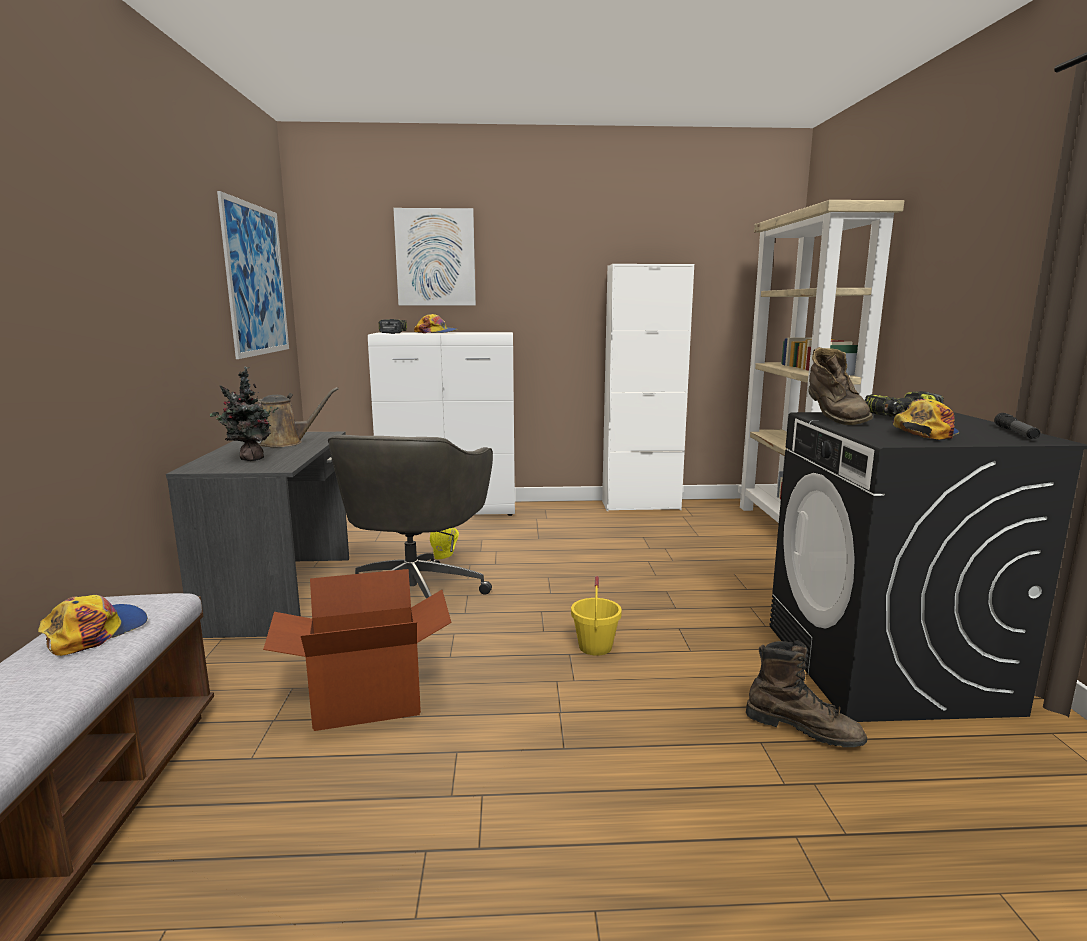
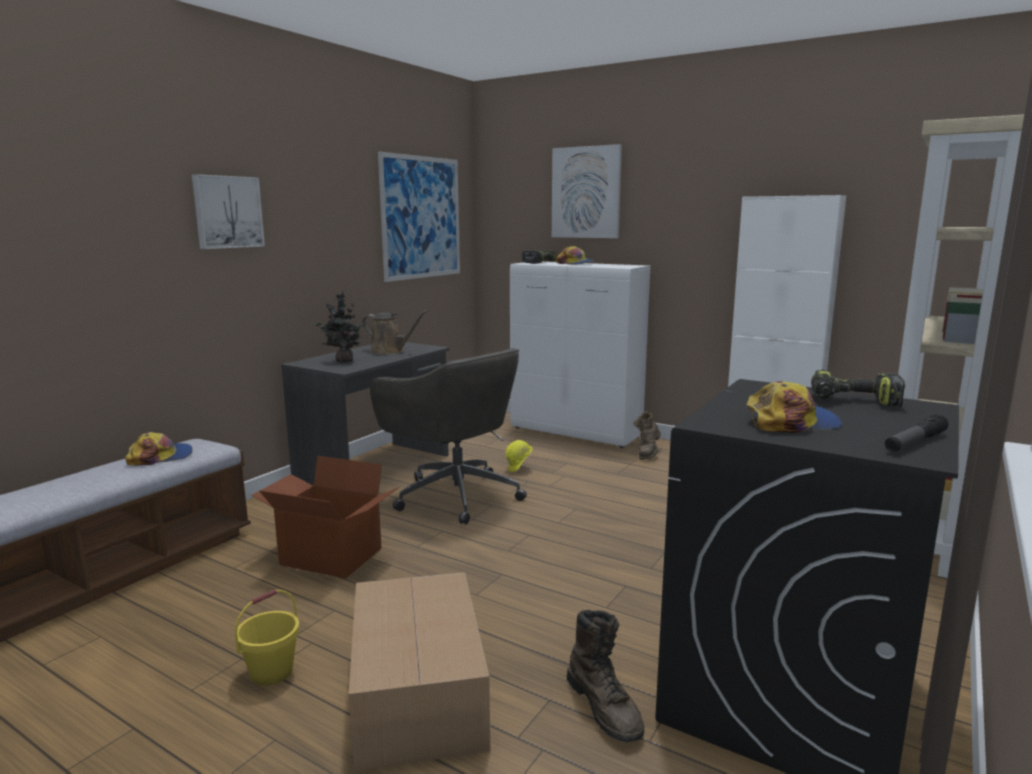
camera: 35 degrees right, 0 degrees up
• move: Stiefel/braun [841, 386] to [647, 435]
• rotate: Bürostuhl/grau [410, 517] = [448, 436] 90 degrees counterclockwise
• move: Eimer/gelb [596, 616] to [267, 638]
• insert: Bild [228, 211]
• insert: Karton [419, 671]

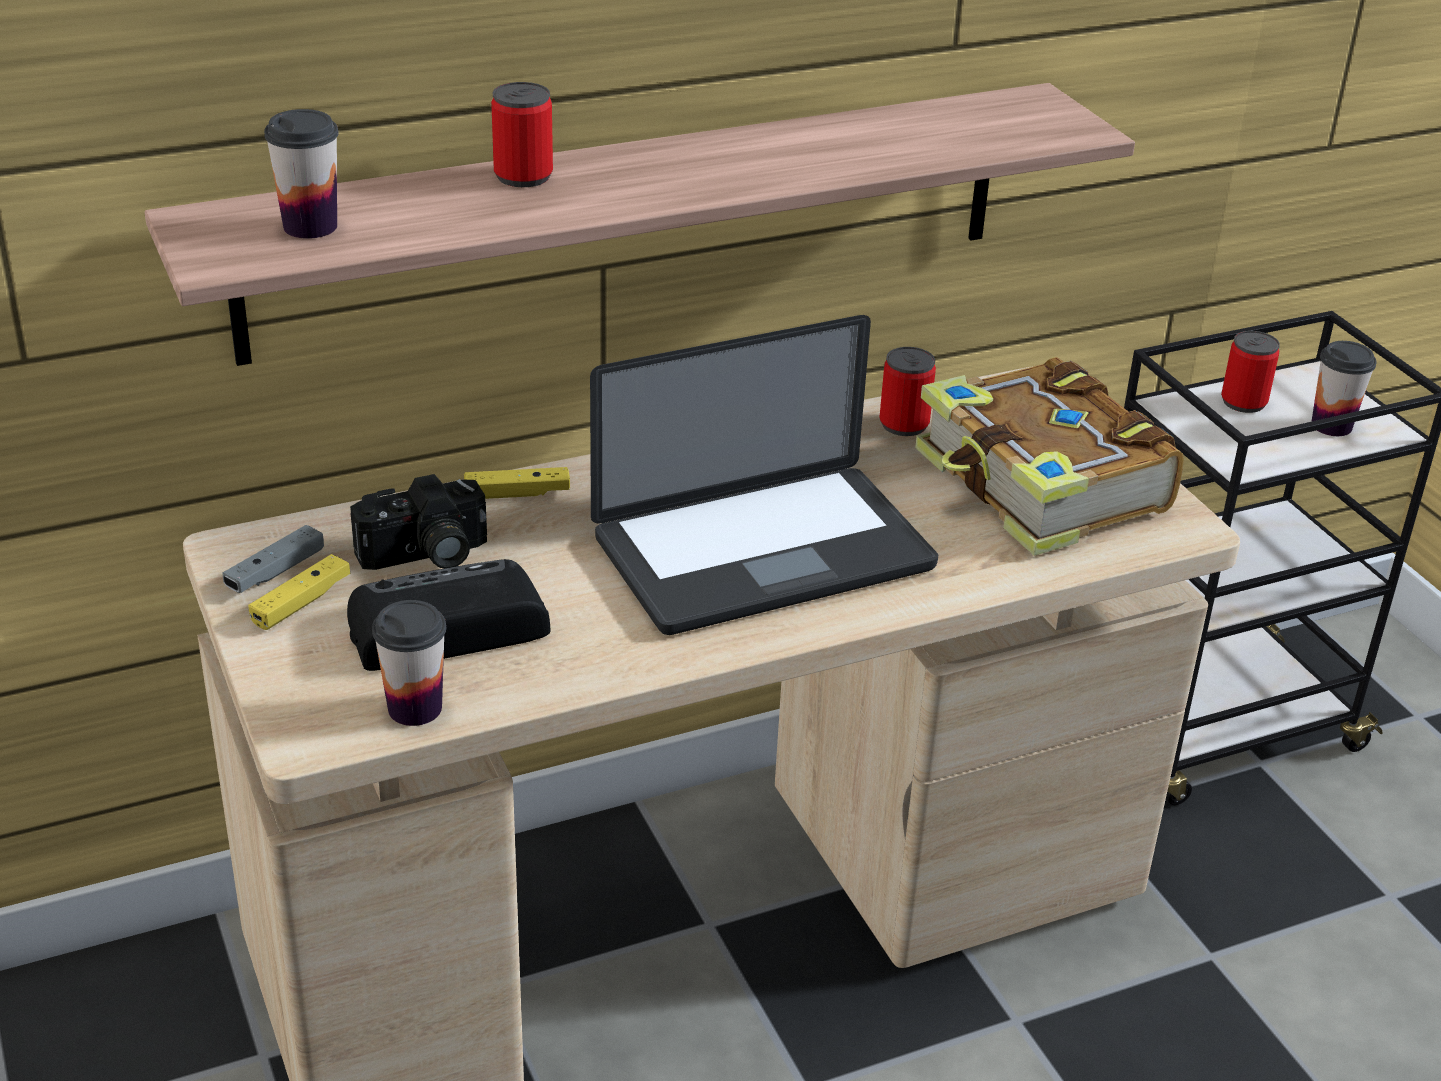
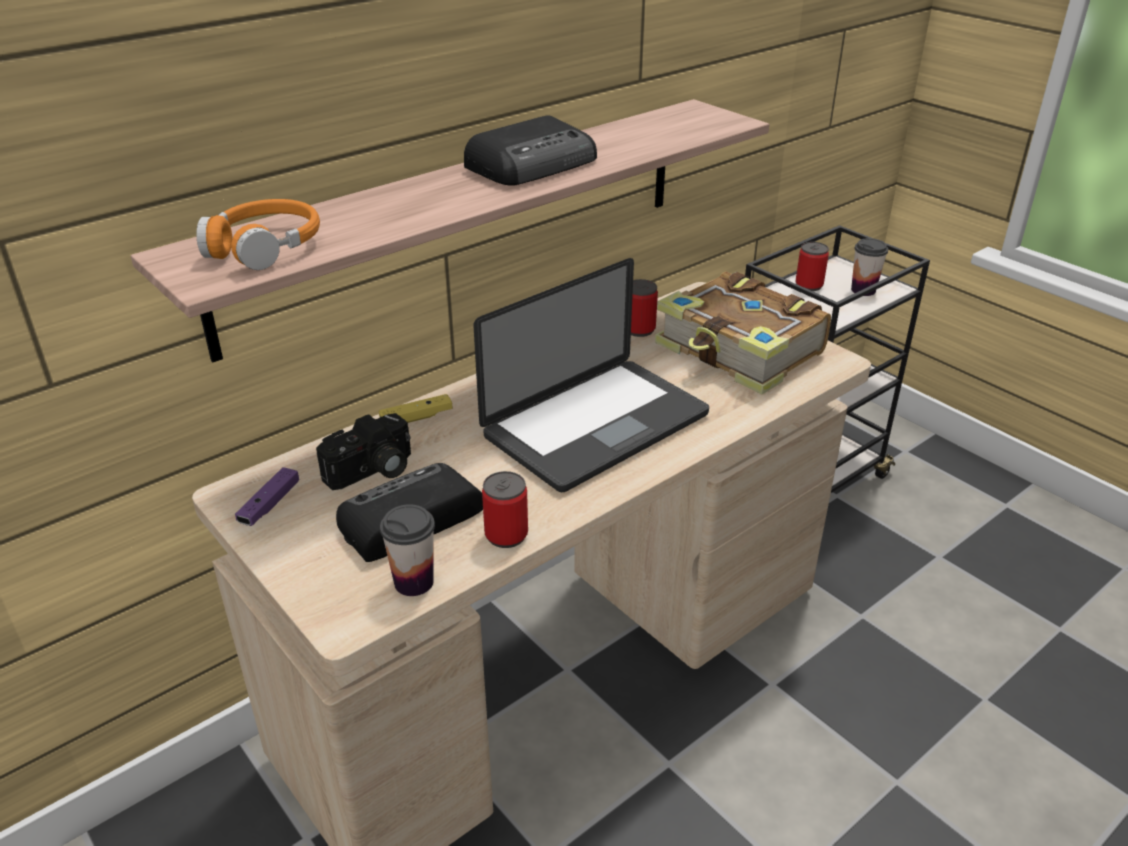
camera: 15 degrees left, 0 degrees up
• move: Dose [522, 134] to [505, 509]
• replace: Tasse [301, 174] to Kopfhörer/orange [258, 234]
• recolor: Gamepad/grau [273, 559] to Gamepad/lila [267, 496]
• delete: Gamepad/gelb [299, 592]
• insert: Radio [530, 150]

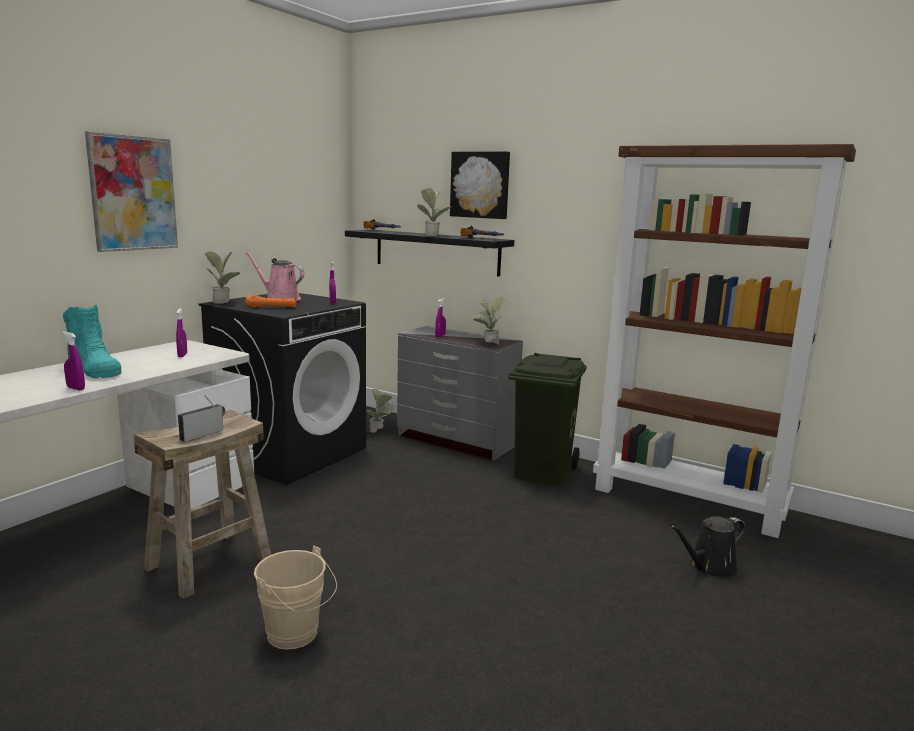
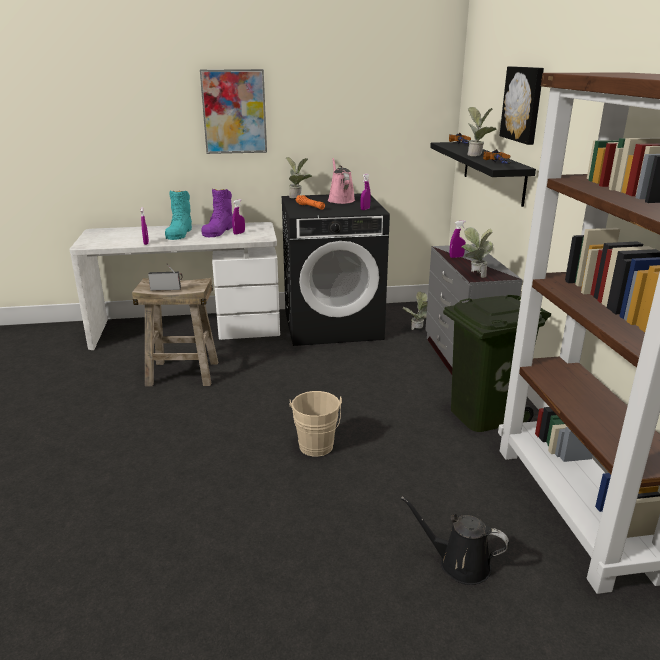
camera: 50 degrees right, 10 degrees up
• move: Eimer/beige [295, 598] to [316, 424]
• insert: Stiefel/lila [217, 213]

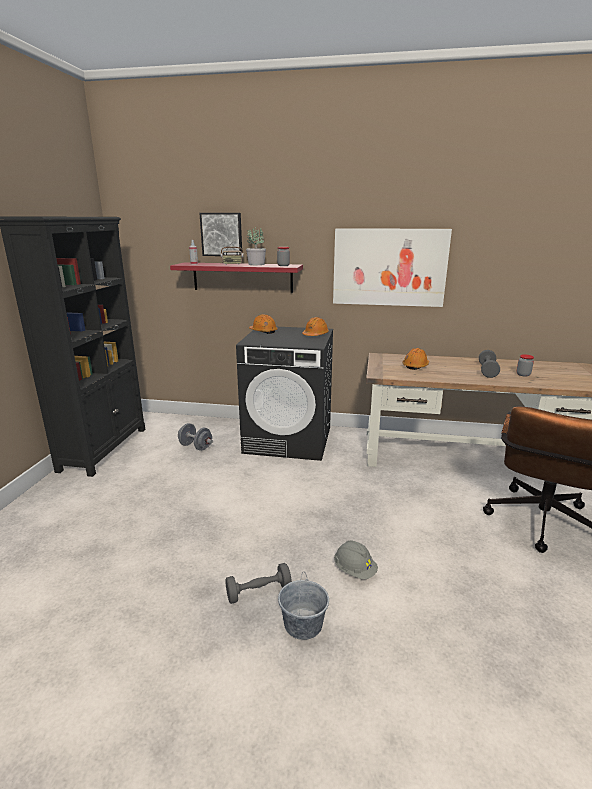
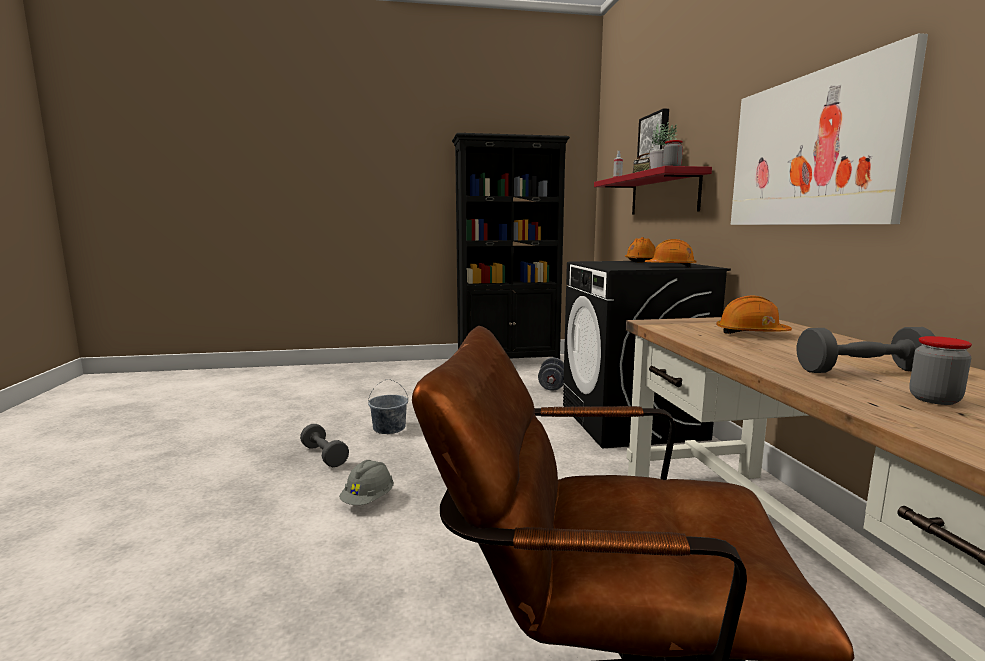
camera: 70 degrees right, 10 degrees down
• move: Eimer/grau [303, 605] to [388, 406]

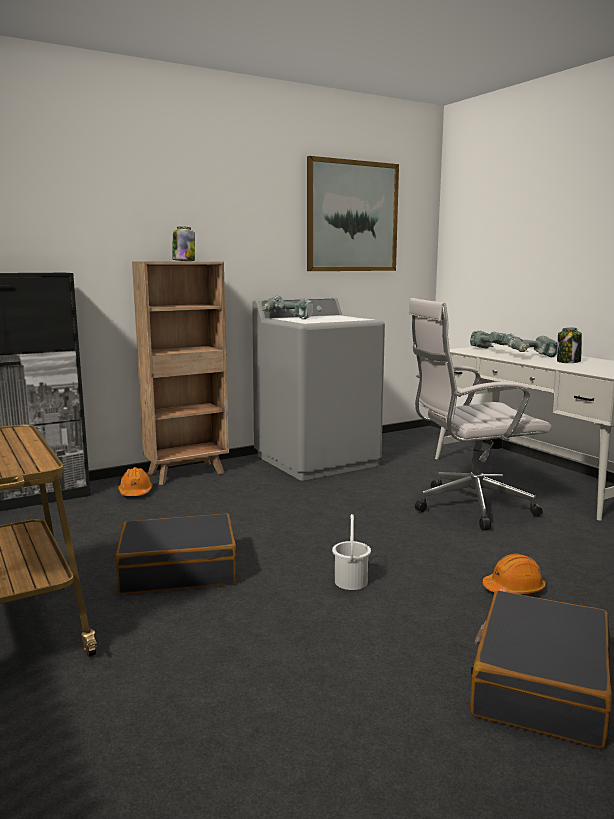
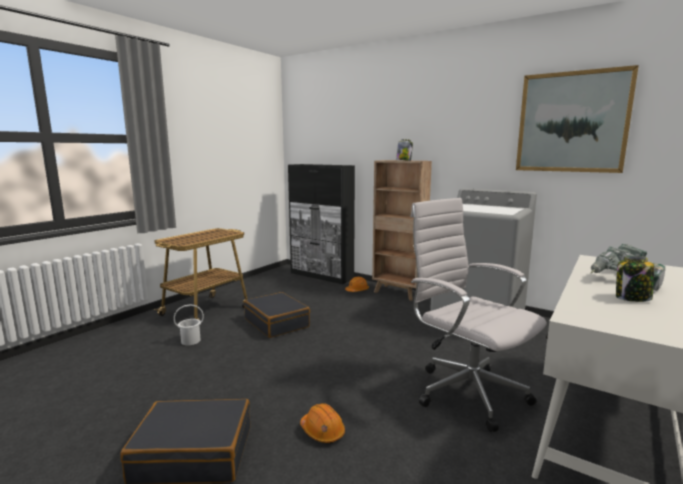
camera: 65 degrees right, 0 degrees up
• delete: Bohrmaschine [287, 307]
• move: Eimer/weiß [351, 552] to [189, 325]

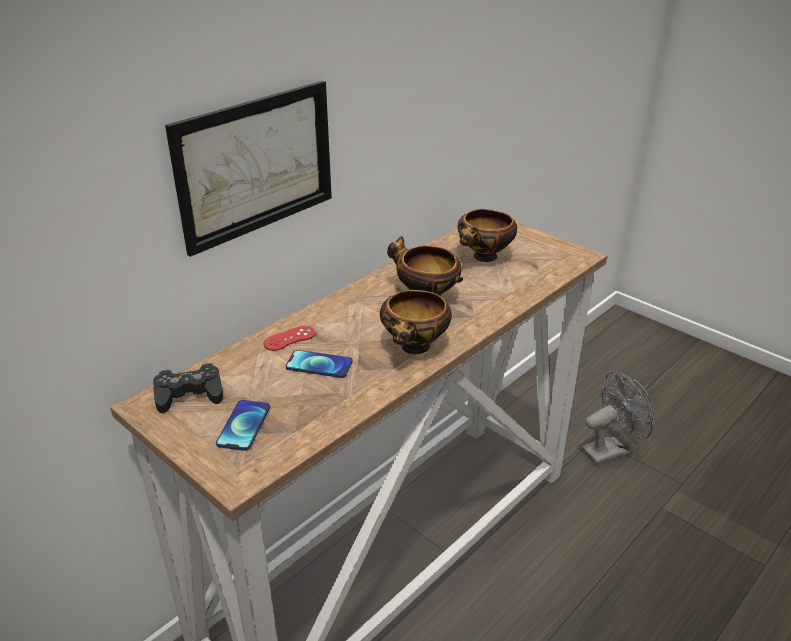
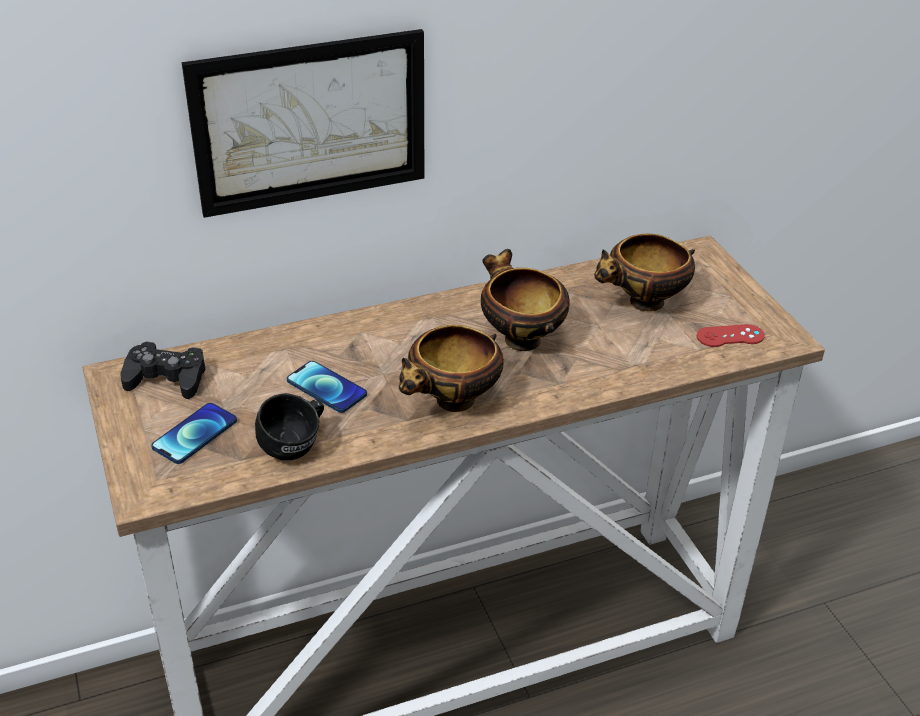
camera: 25 degrees right, 5 degrees up
• move: Gamepad/rot [289, 338] to [731, 335]
• delete: Ventilator/grau [618, 418]
• insert: Henkelbecher/schwarz [289, 426]

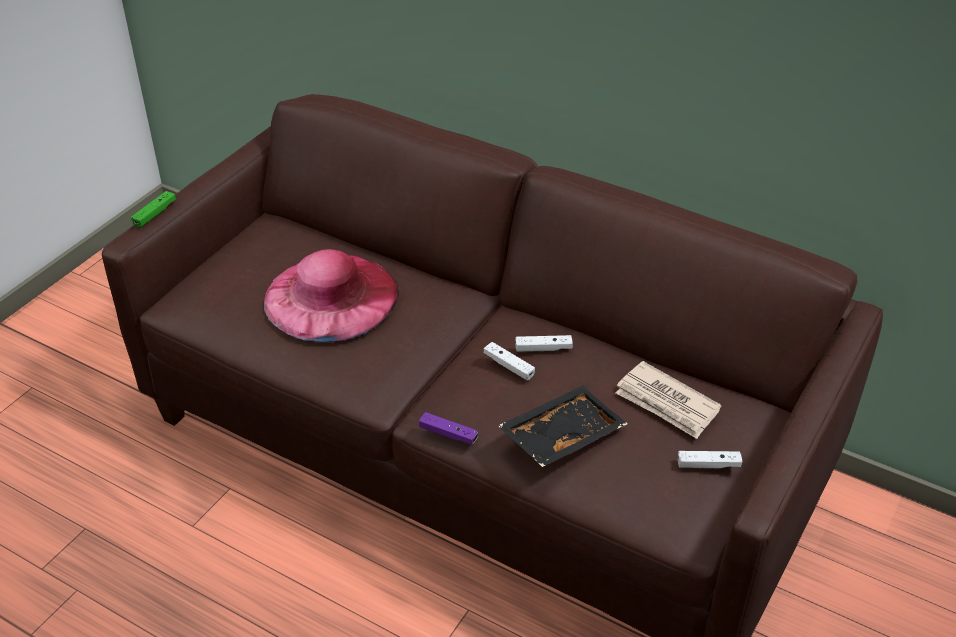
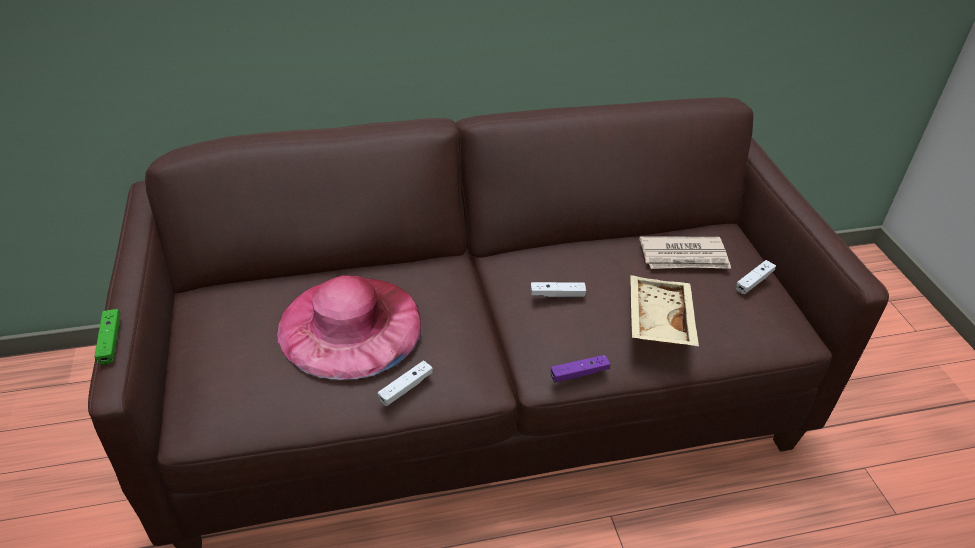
camera: 45 degrees left, 0 degrees up
• move: Gamepad/weiß [544, 343] to [405, 383]
• recolor: Tablett/schwarz [562, 426] to Tablett/beige [665, 310]

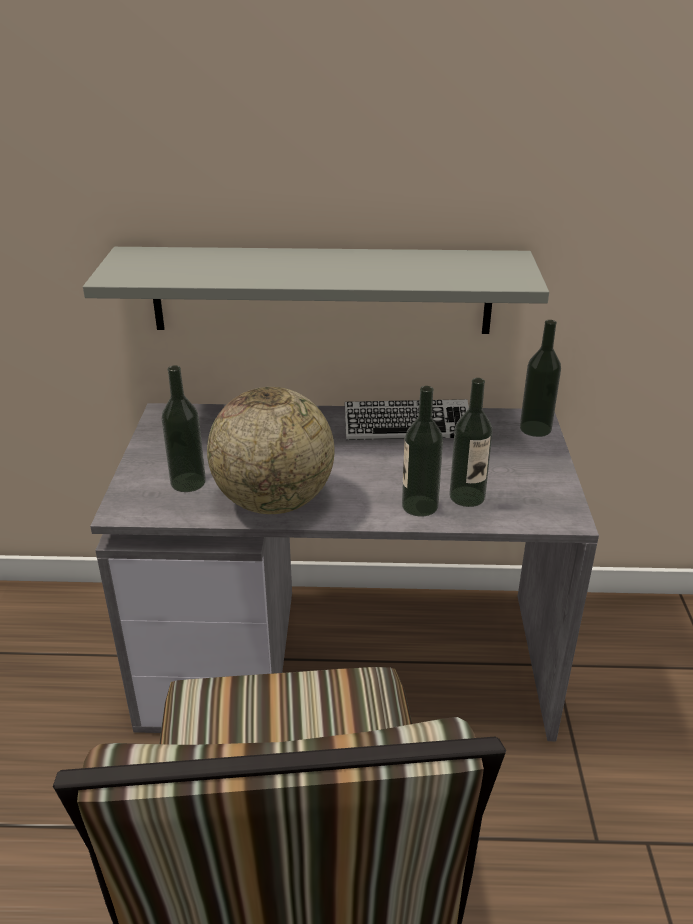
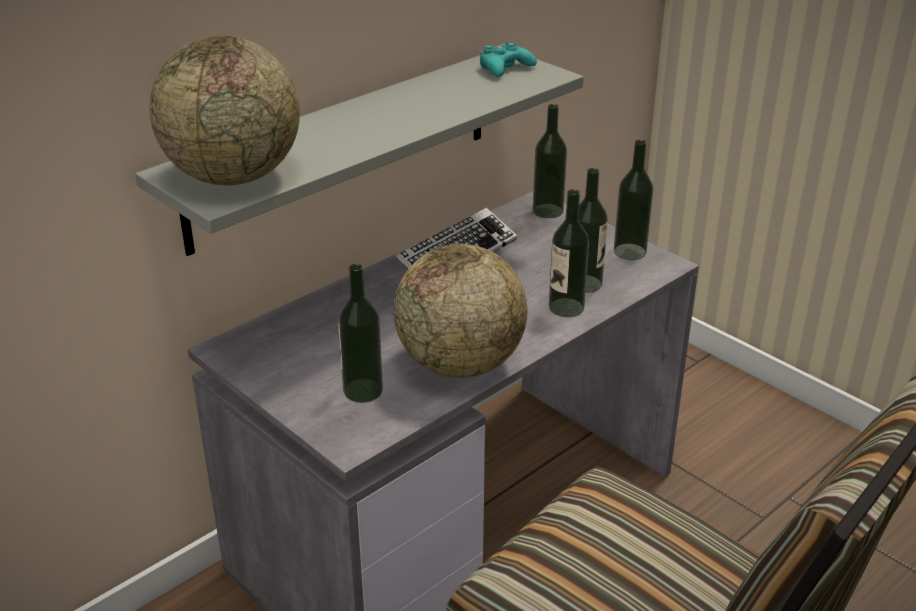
camera: 45 degrees left, 0 degrees up
• insert: Globus [225, 110]
• insert: Gamepad/türkis [508, 60]
• insert: Flasche [633, 200]

